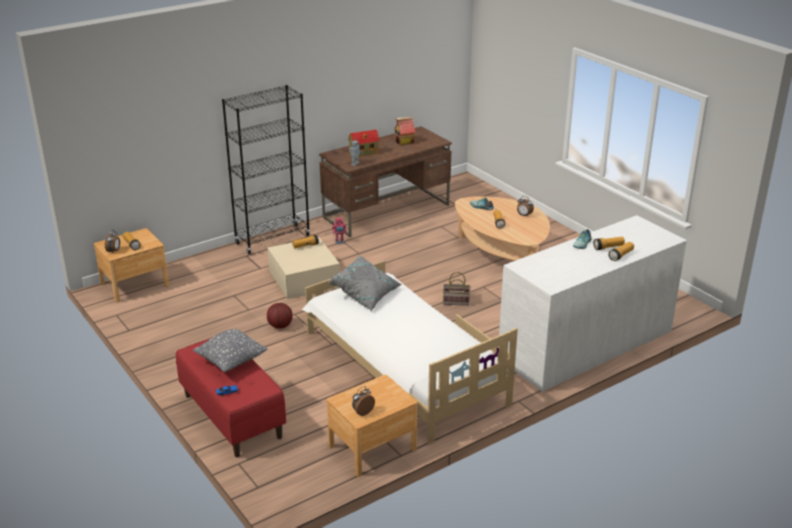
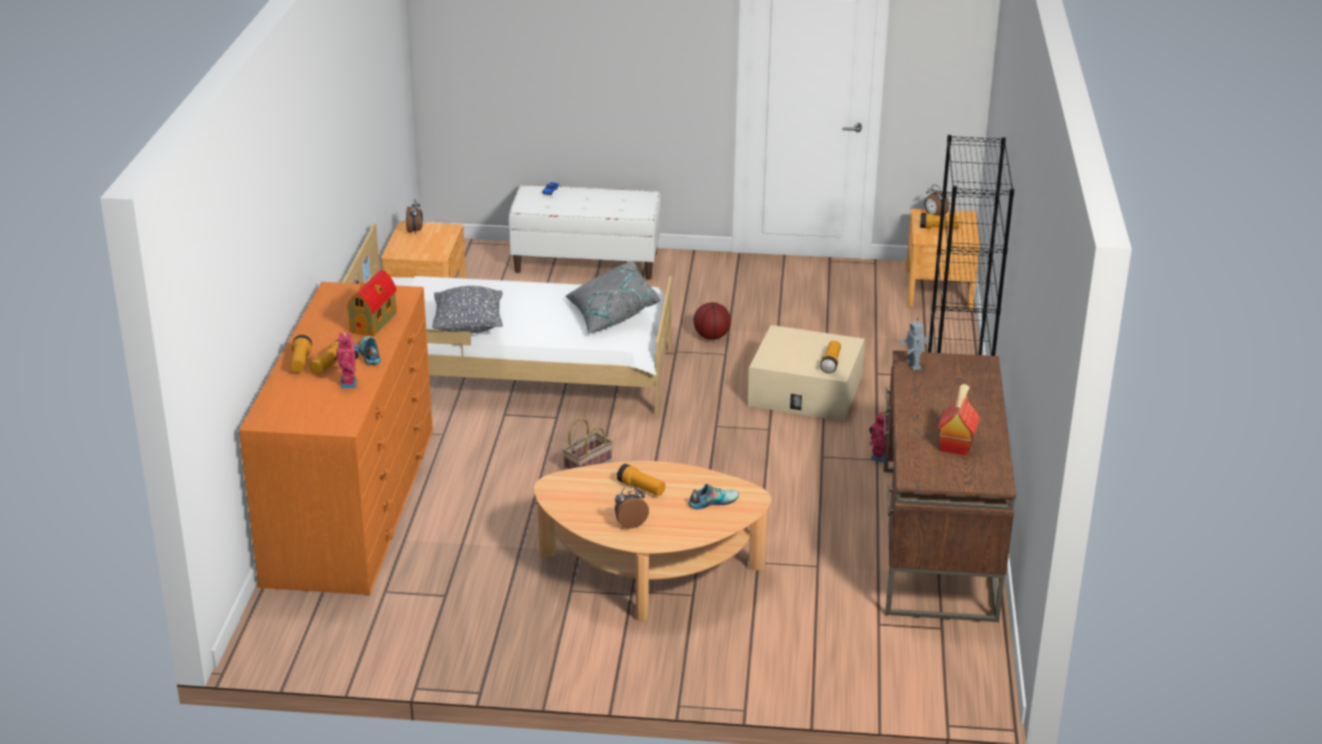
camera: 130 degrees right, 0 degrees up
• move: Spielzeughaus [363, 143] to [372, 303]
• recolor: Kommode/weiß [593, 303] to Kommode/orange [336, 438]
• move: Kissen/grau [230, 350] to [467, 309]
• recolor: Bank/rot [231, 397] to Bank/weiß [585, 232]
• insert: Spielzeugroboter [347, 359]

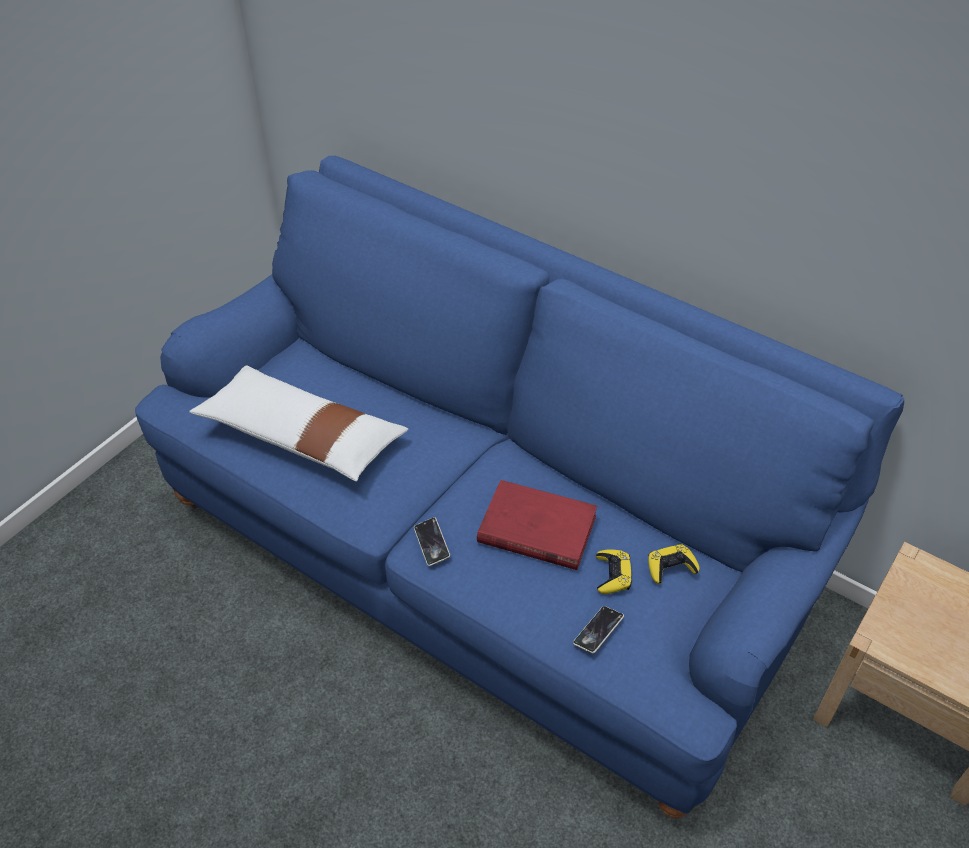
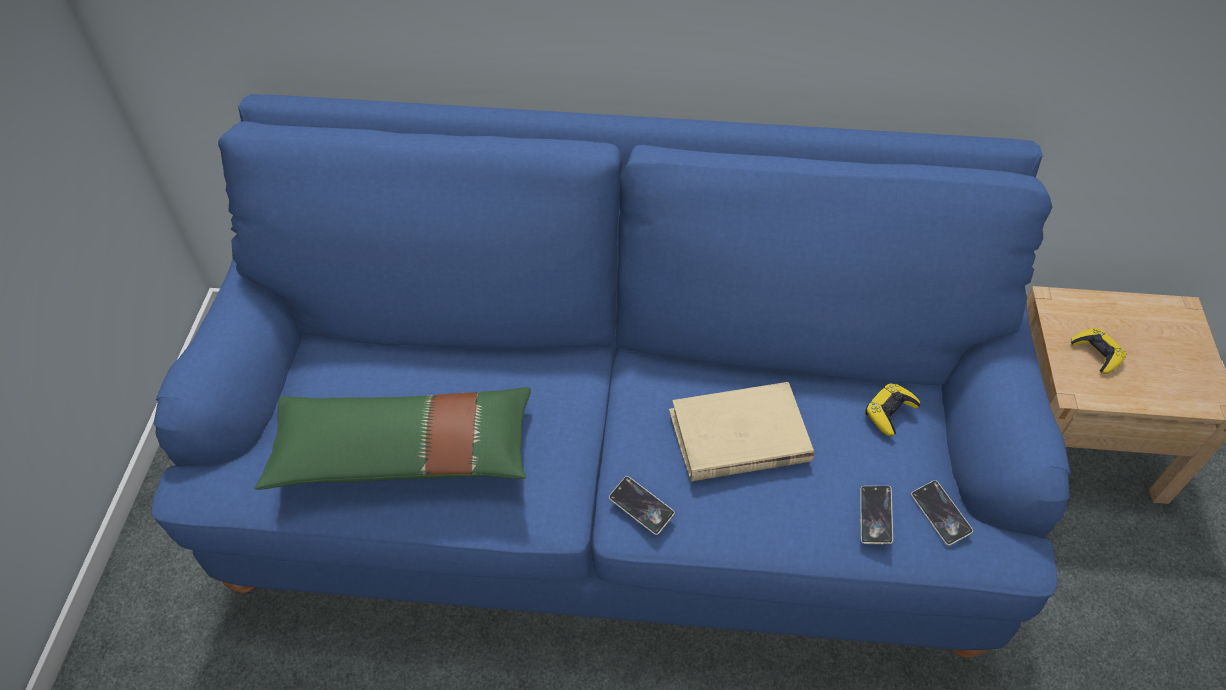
camera: 30 degrees left, 5 degrees up
• recolor: Kissen/weiß [298, 423] to Kissen/grün [393, 438]
• recolor: Buch/rot [537, 525] to Buch/beige [741, 431]
• move: Gamepad/gelb [614, 572] to [1098, 351]
• insert: Handy [942, 513]

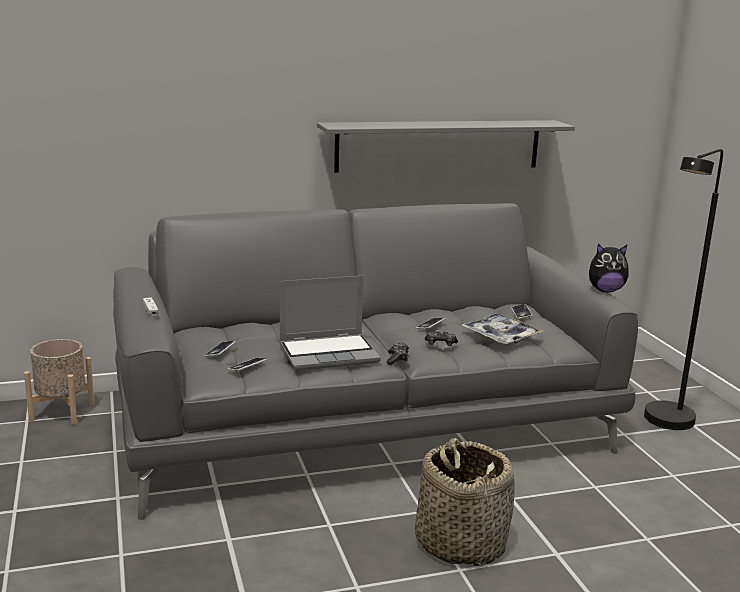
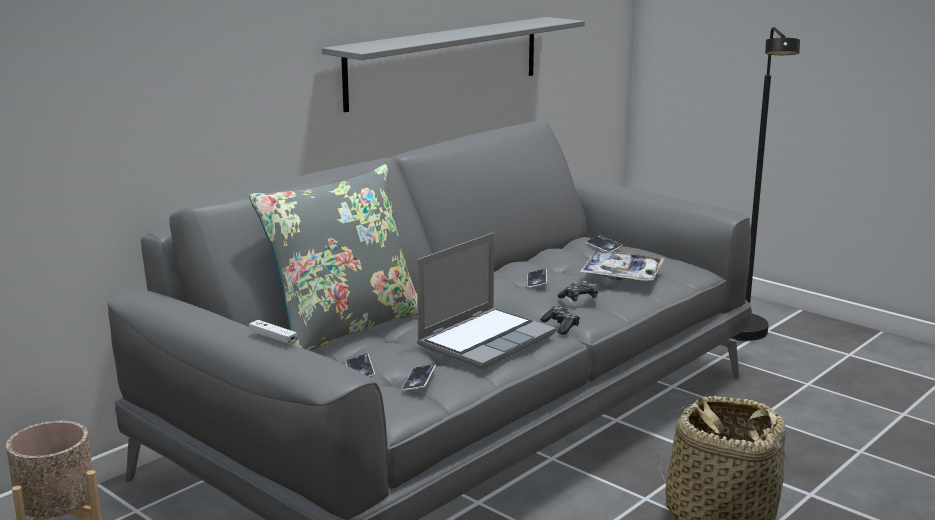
camera: 30 degrees left, 0 degrees up
• delete: Plüschtier [609, 268]
• insert: Kissen/grau [333, 257]

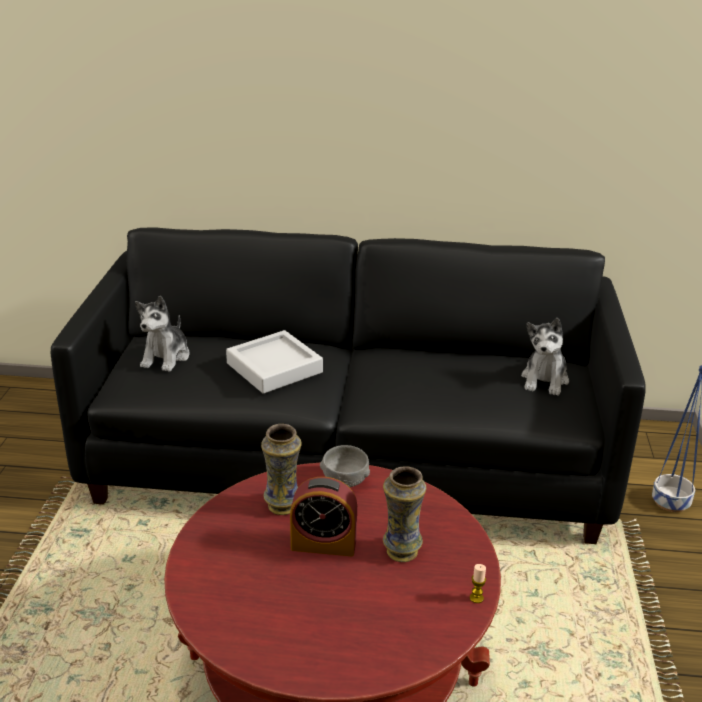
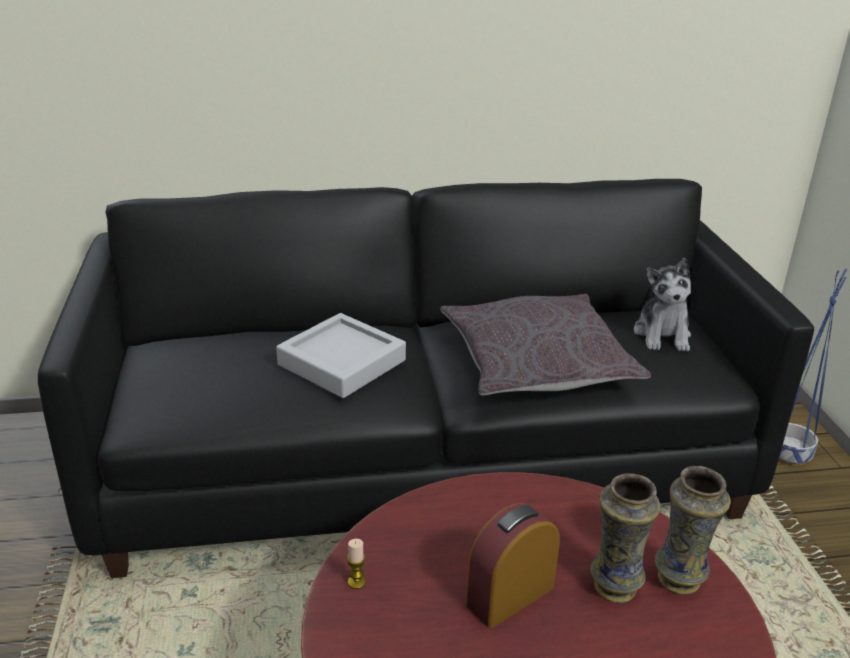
camera: 15 degrees left, 0 degrees up
• delete: Plüschtier [162, 334]
• move: Vase [281, 469] to [693, 530]
• delete: Schüssel/grau [345, 466]
• rotate: Wecker [323, 516] = [513, 565] 150 degrees clockwise
• move: Kerze [478, 583] to [356, 564]
• insert: Kissen/grau [545, 345]

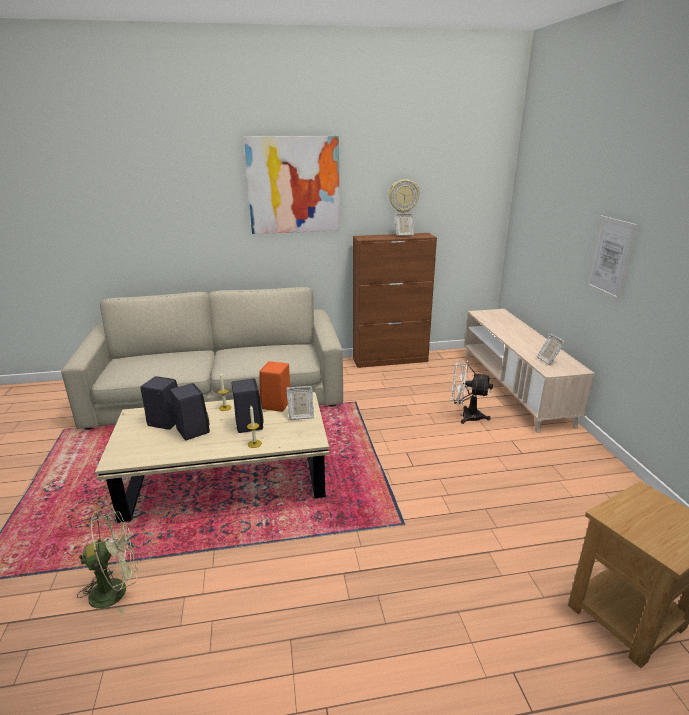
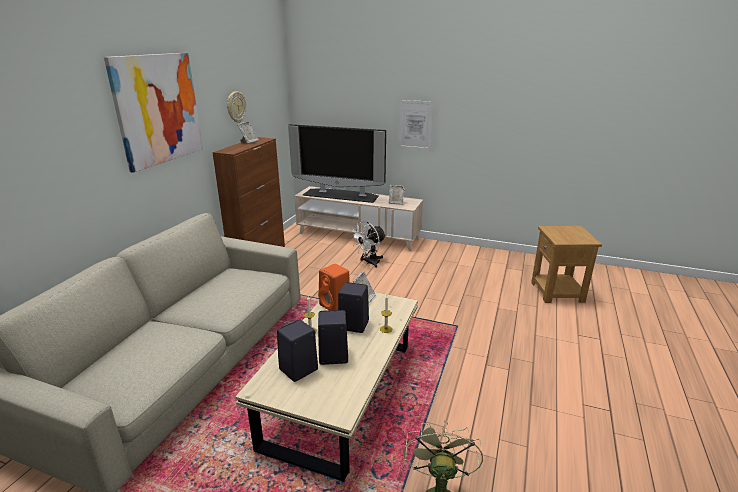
camera: 60 degrees left, 0 degrees up
• insert: Fernseher [337, 163]

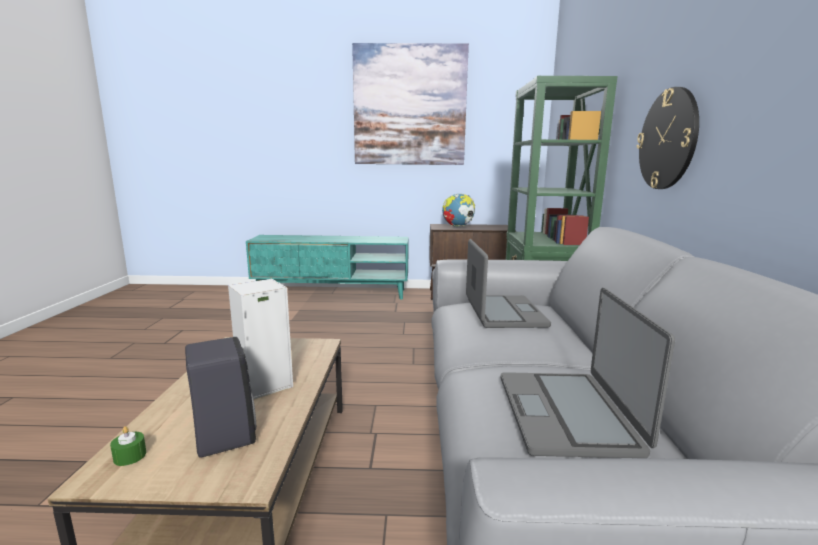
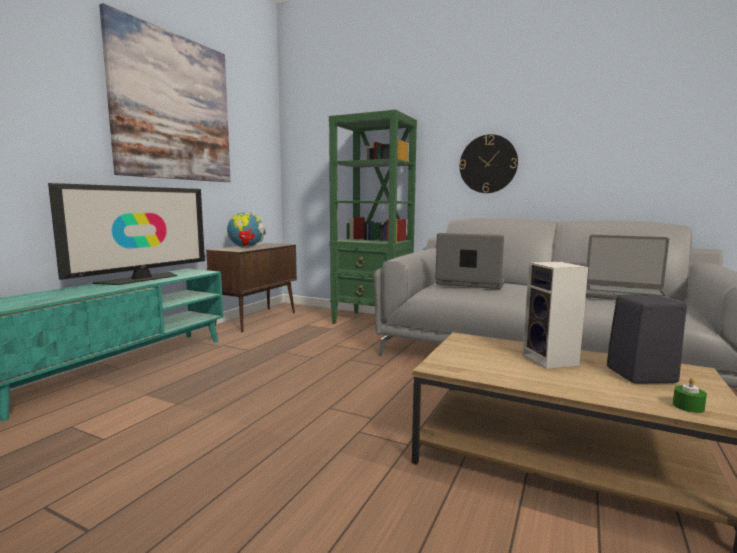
camera: 65 degrees left, 5 degrees down
• insert: Fernseher [126, 234]

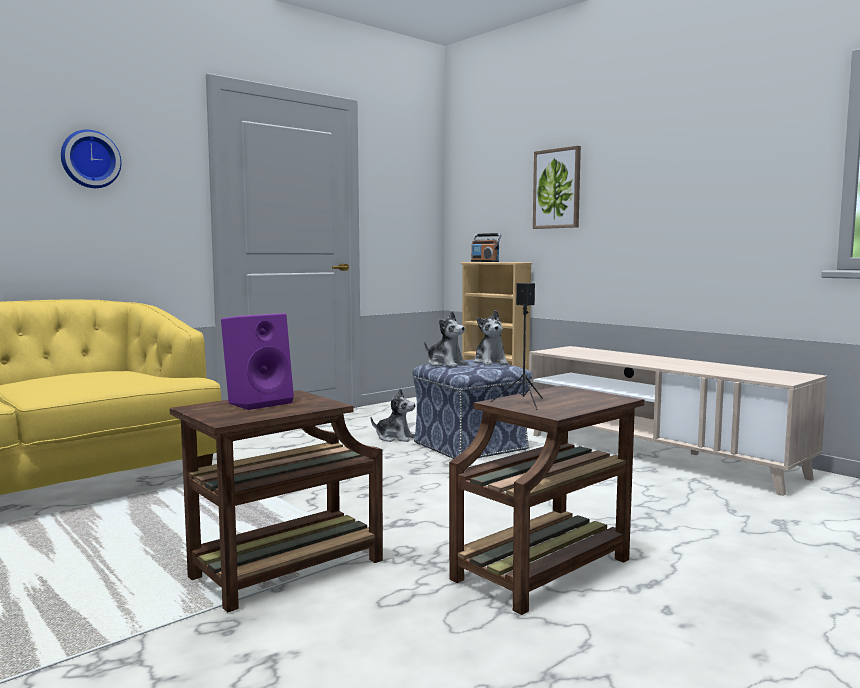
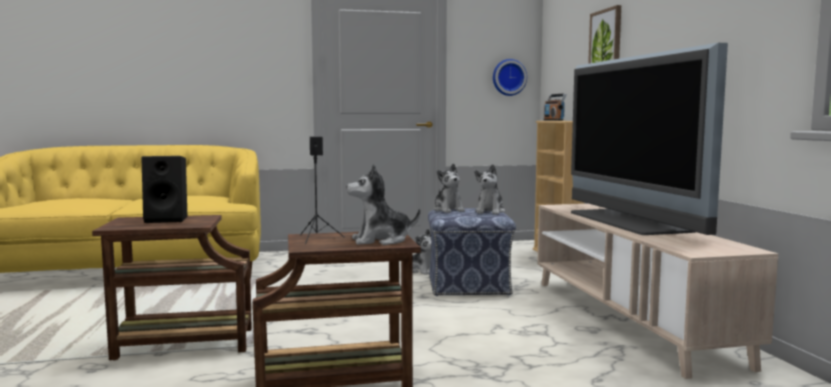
camera: 30 degrees right, 0 degrees up
• move: Wanduhr [91, 159] to [510, 77]
• recolor: Lautsprecher/lila [257, 361] to Lautsprecher/schwarz [164, 189]
• insert: Fernseher [649, 139]
• insert: Plüschtier [383, 204]

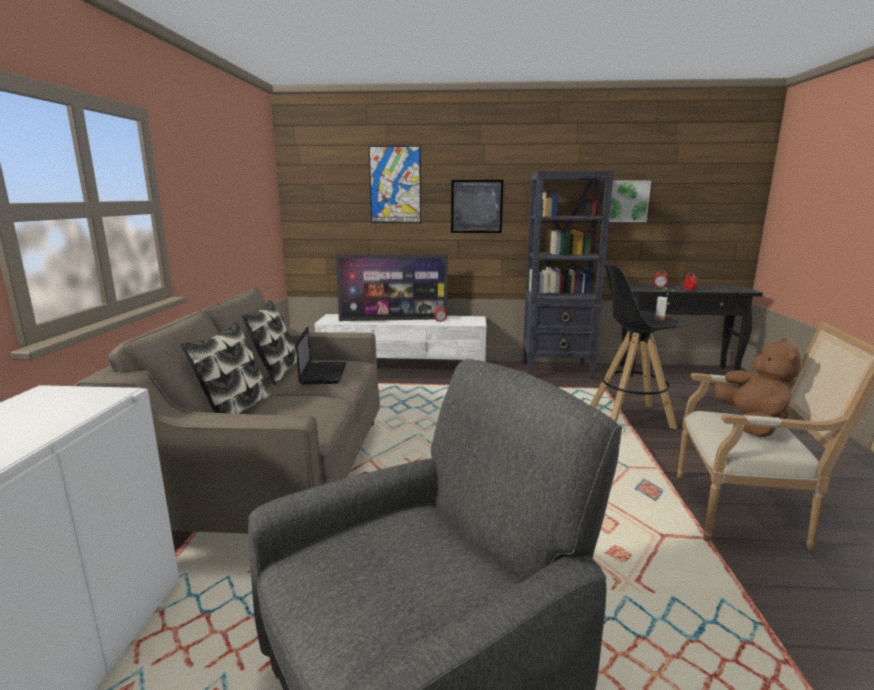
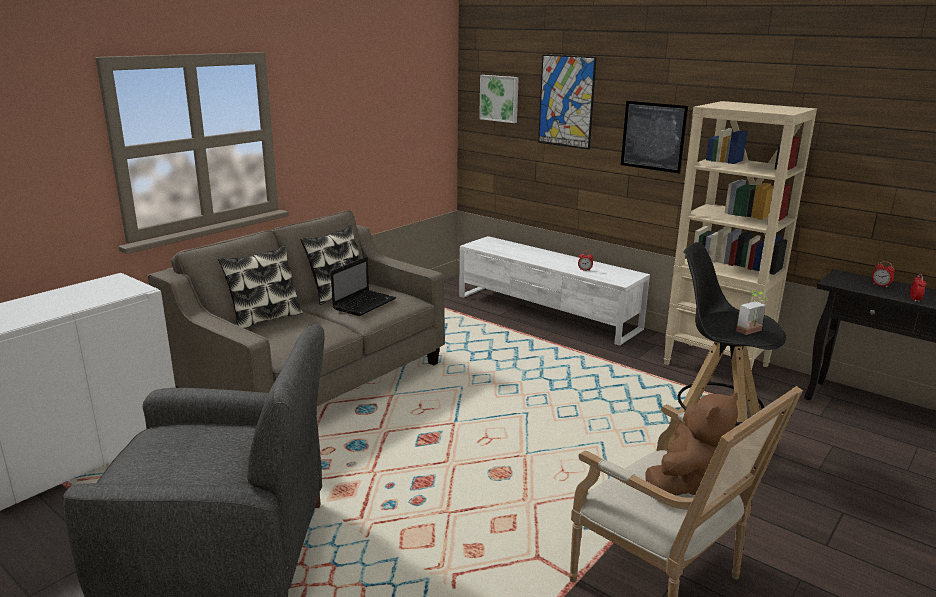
camera: 35 degrees right, 5 degrees up
• recolor: Bücherregal/schwarz [568, 275] to Bücherregal/beige [740, 235]
• move: Bild [630, 201] to [499, 99]
• delete: Fernseher [392, 287]

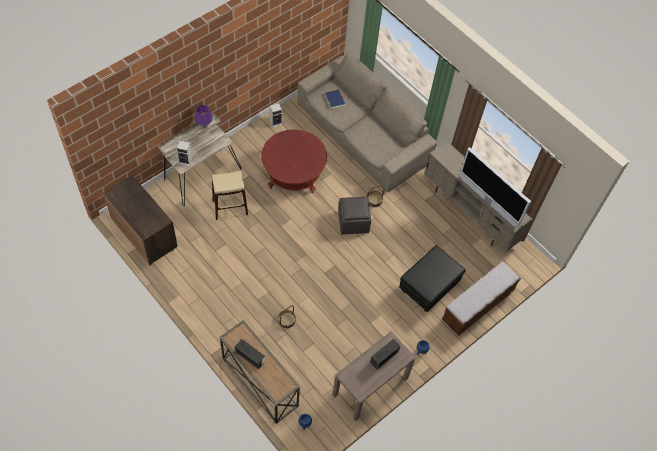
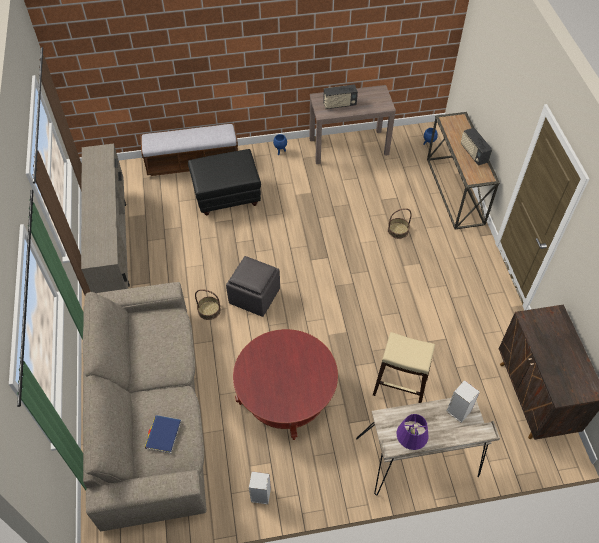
camera: 145 degrees left, 5 degrees down
• delete: Fernseher [495, 187]

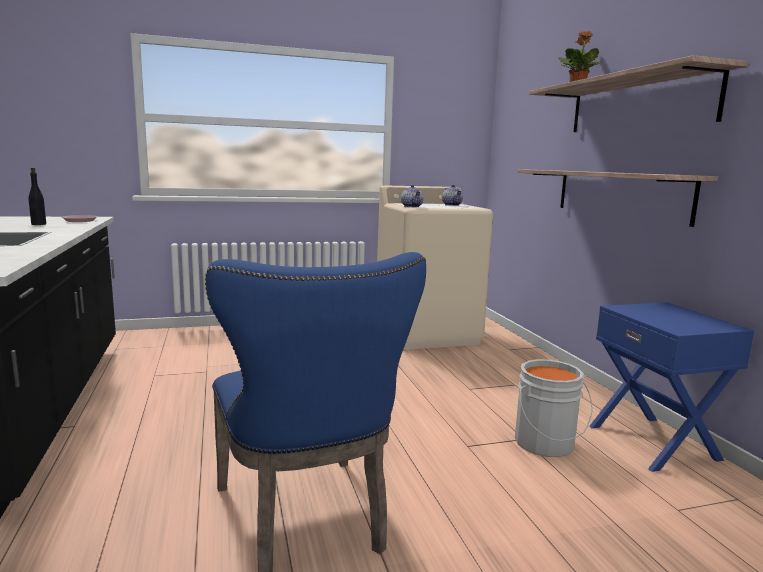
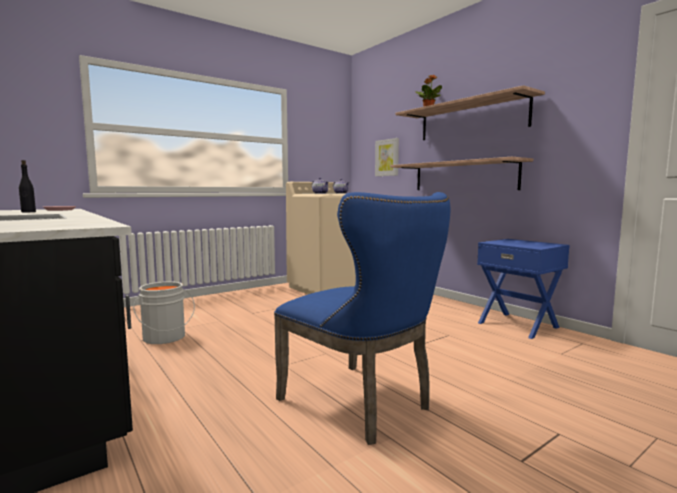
camera: 20 degrees left, 5 degrees down
• move: Eimer/grau [554, 408] to [164, 312]
• insert: Bild [387, 157]

